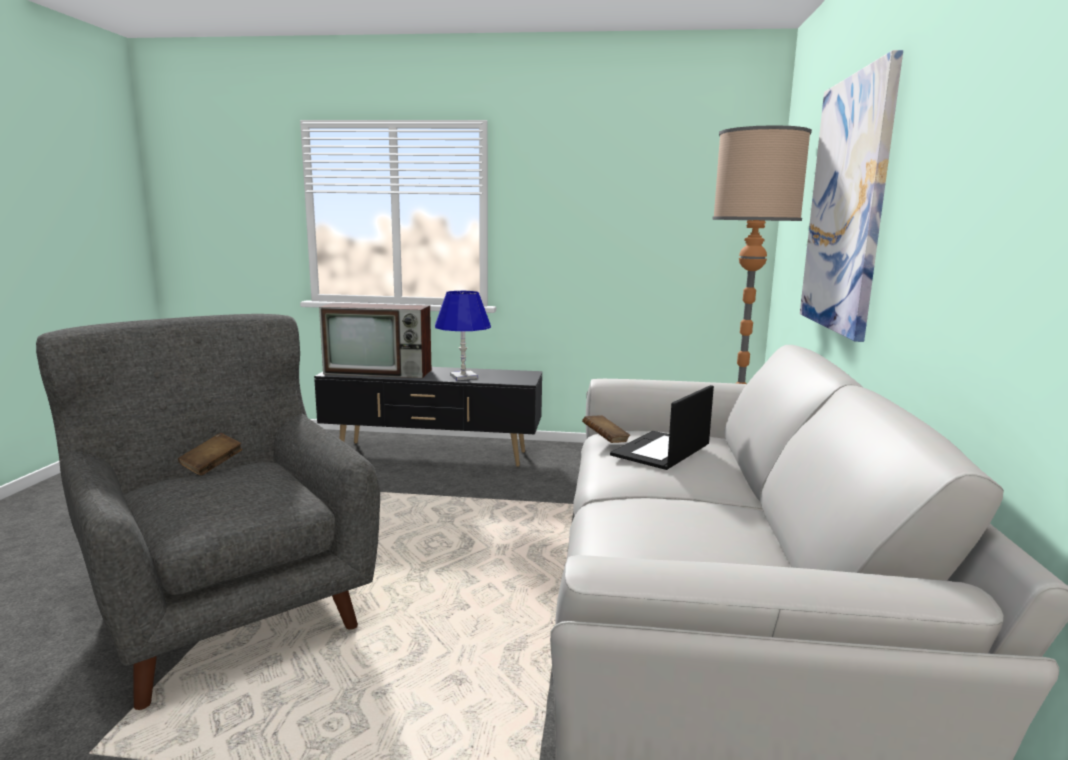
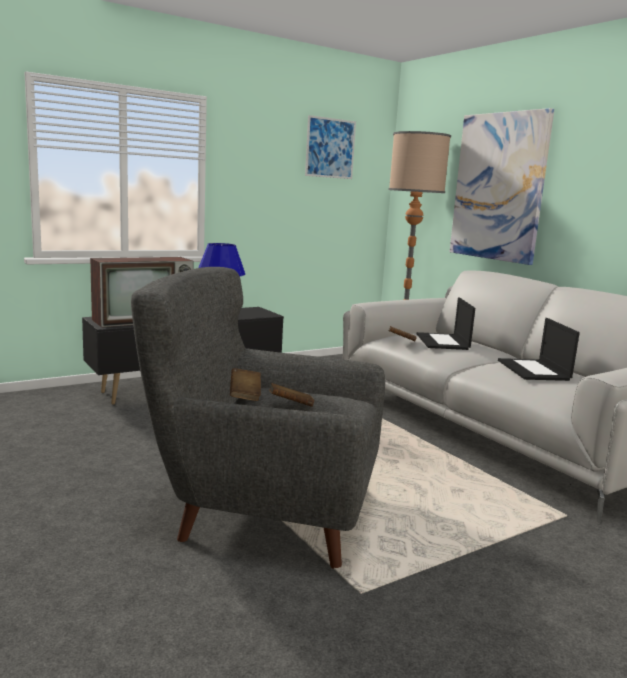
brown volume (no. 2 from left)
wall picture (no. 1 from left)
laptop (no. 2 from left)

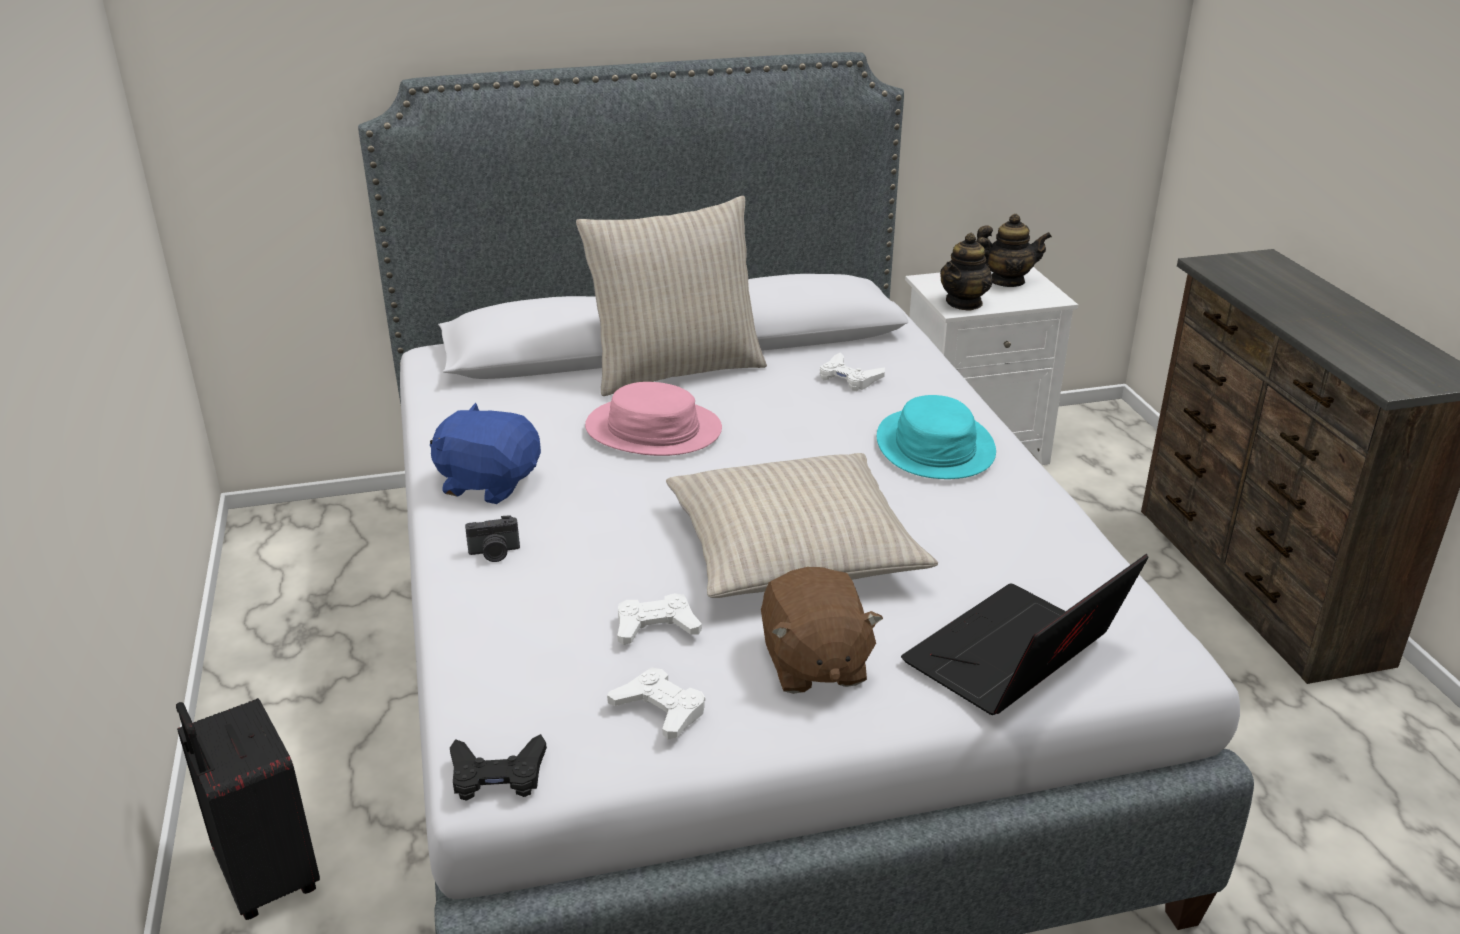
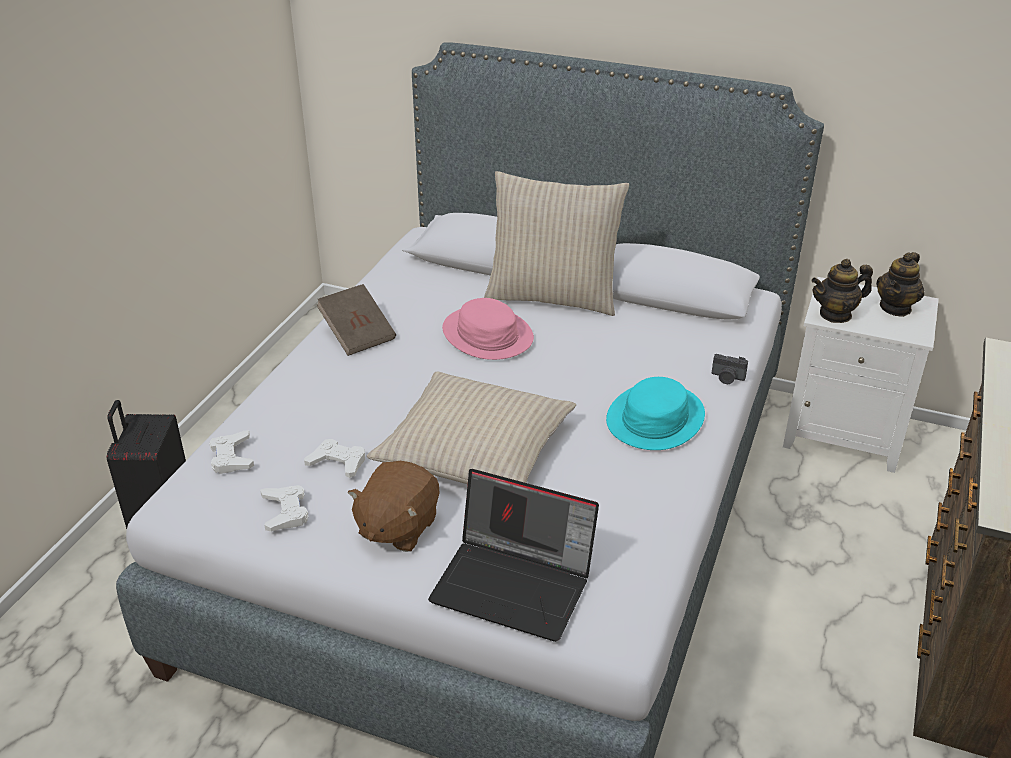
black joypad
still camera
white joypad (no. 1 from left)
brown volume
laptop
tea pot (no. 2 from left)

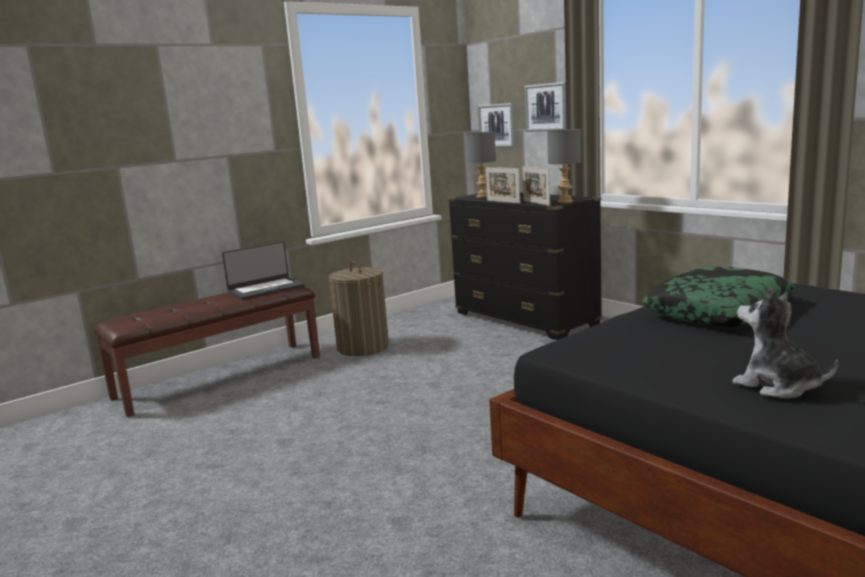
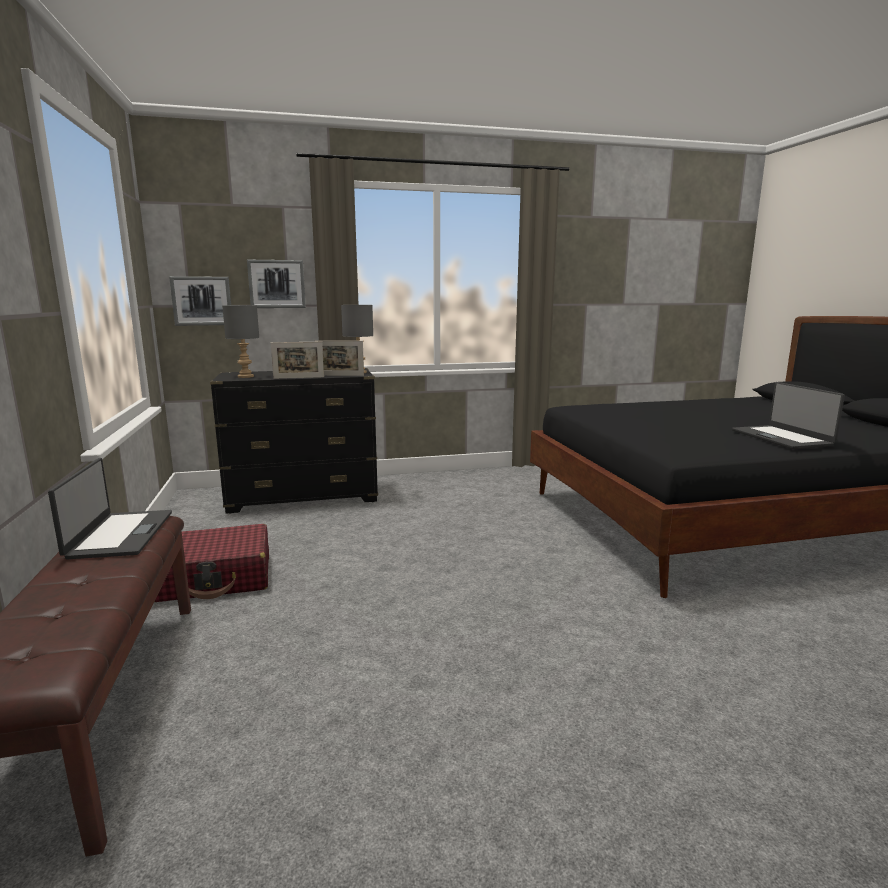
throw pillow
reddish suitcase
laptop (no. 2 from left)

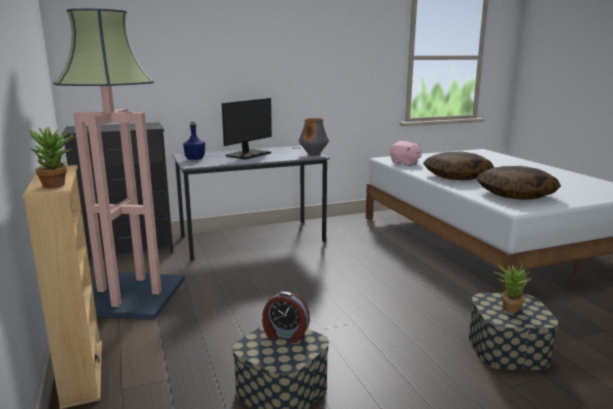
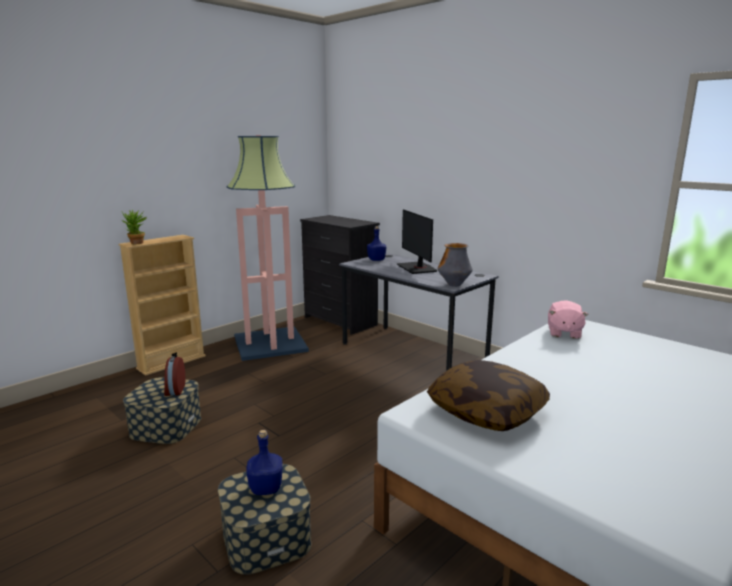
throw pillow (no. 1 from left in the first image)
blue drink bottle (no. 1 from left)
monitor

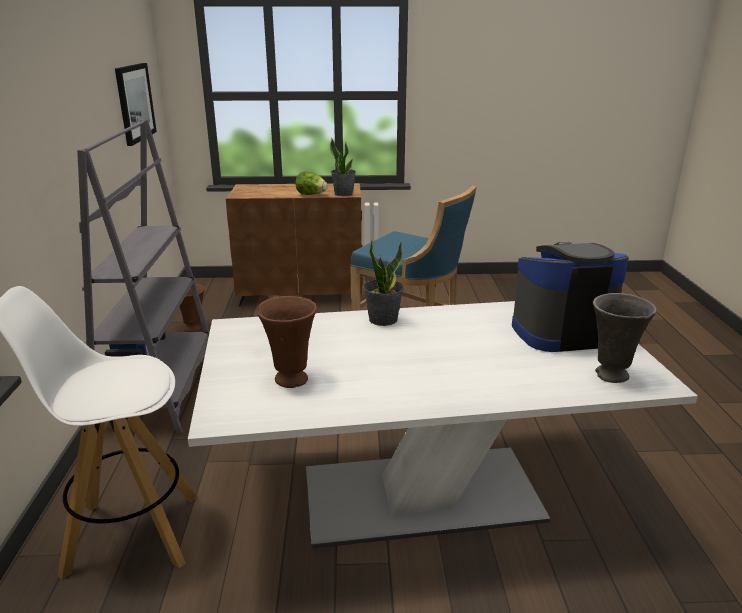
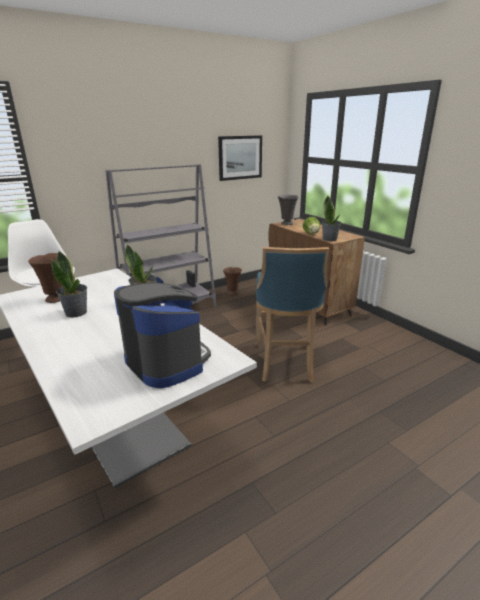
houseplant (no. 1 from left)
gray decorative vase

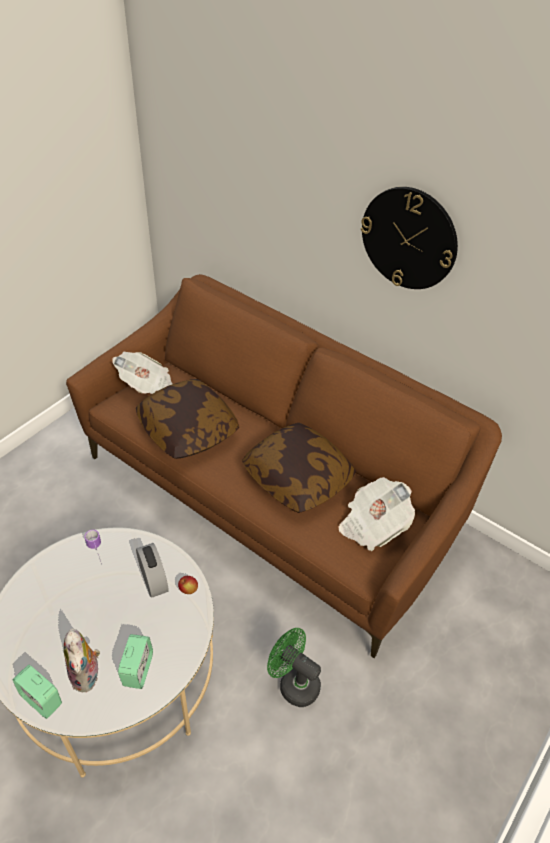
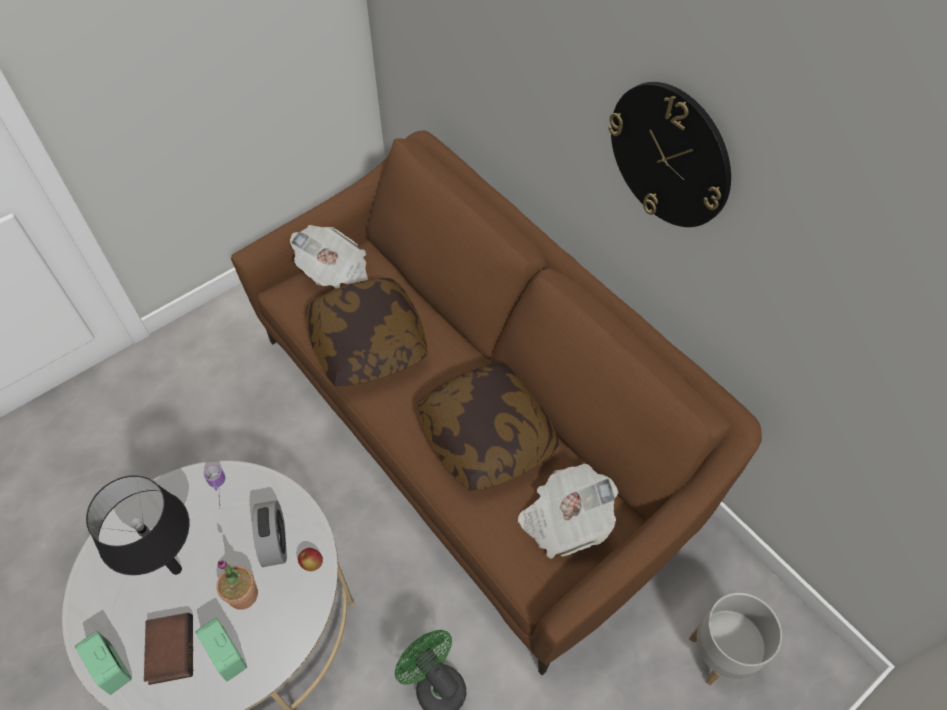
black lamp for a table
houseplant
gray planter
volume
bedside clock (no. 2 from left)

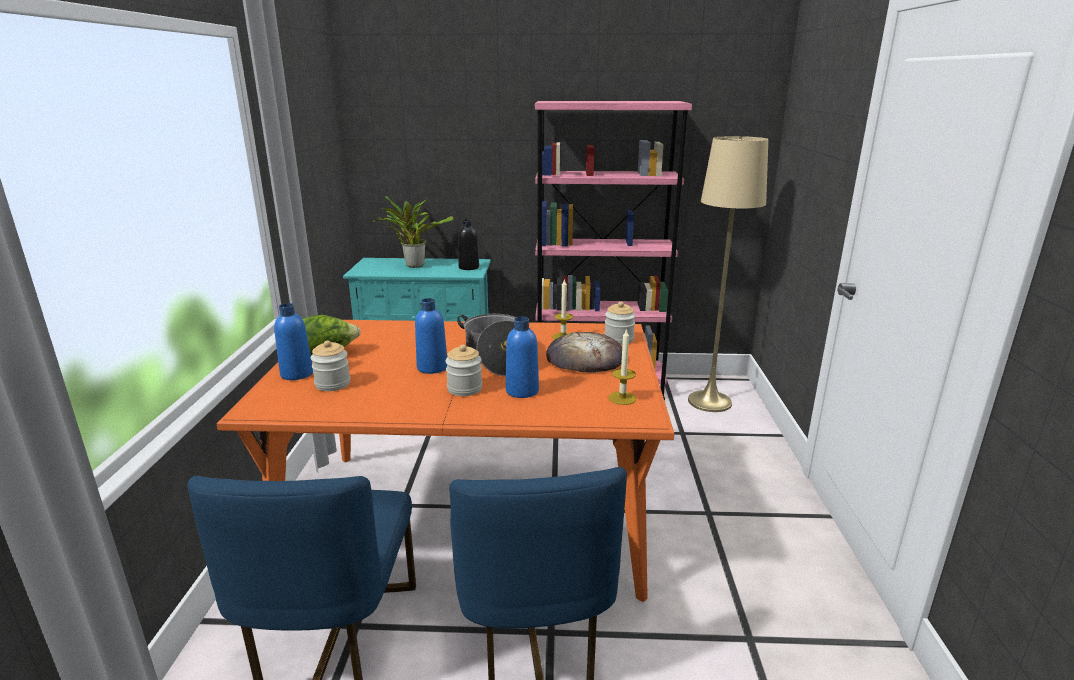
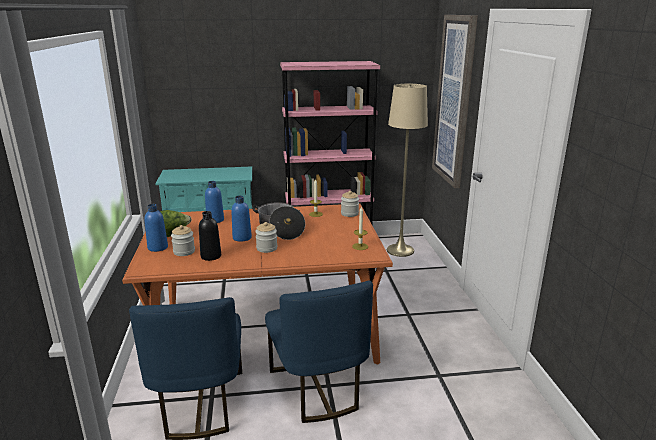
houseplant
bread
wall picture
black drink bottle
blue drink bottle (no. 2 from left)

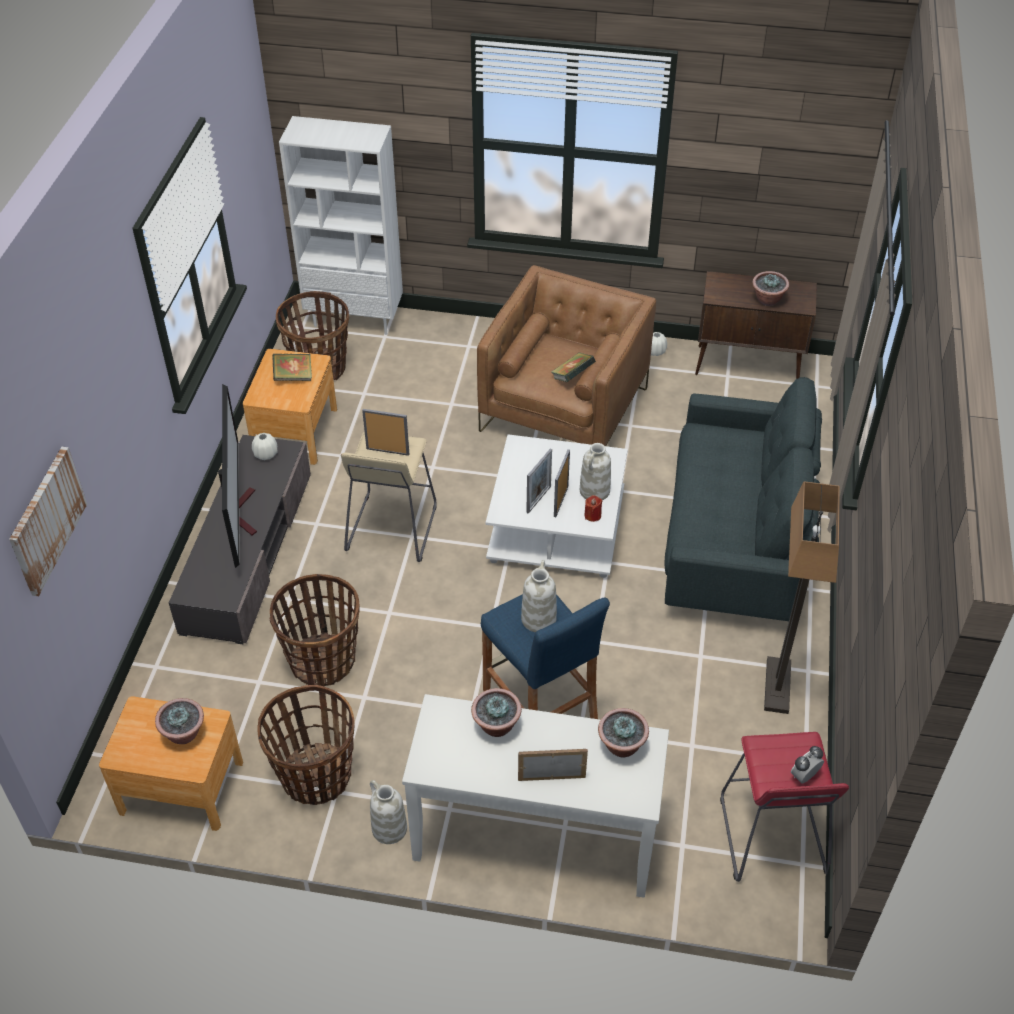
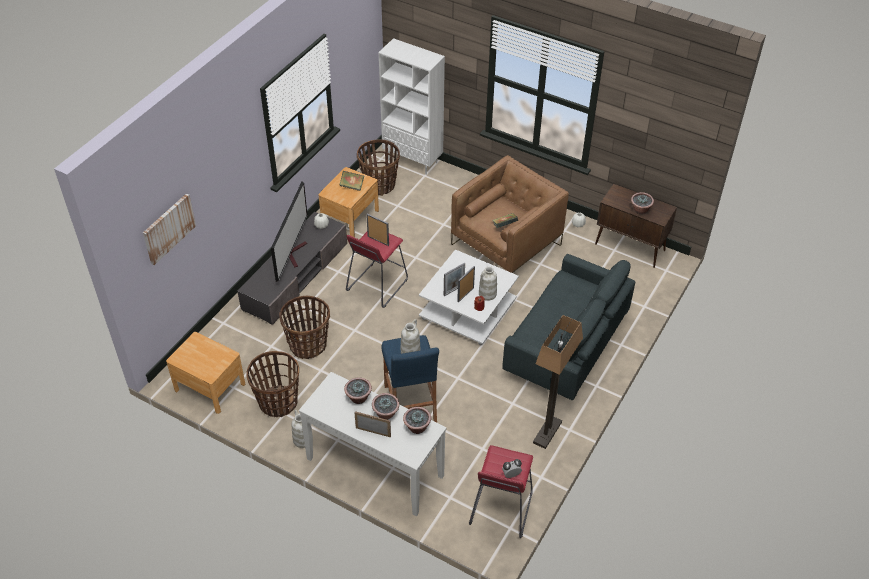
houseplant (no. 2 from left)
reddish stool (no. 1 from left)

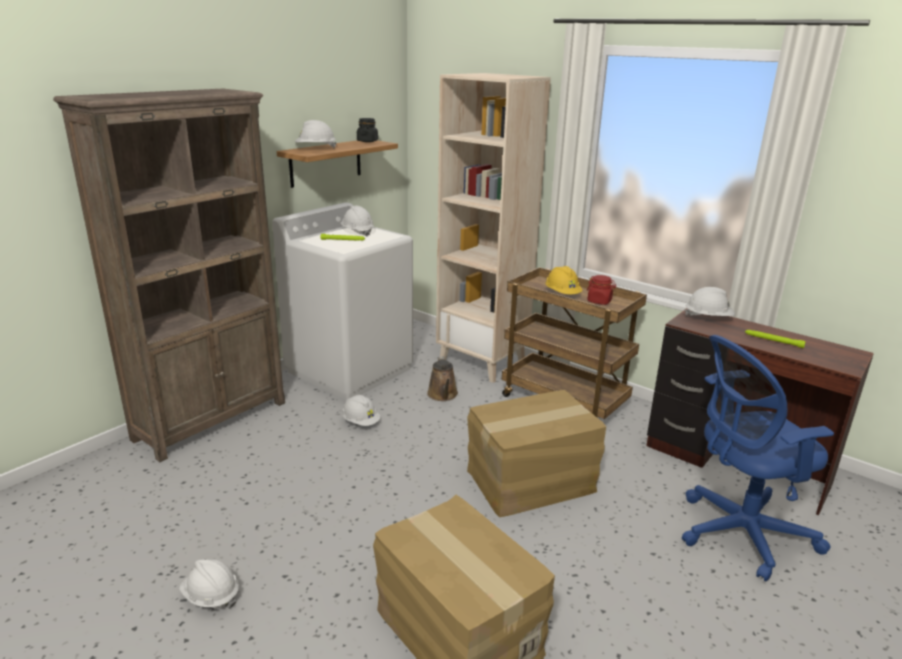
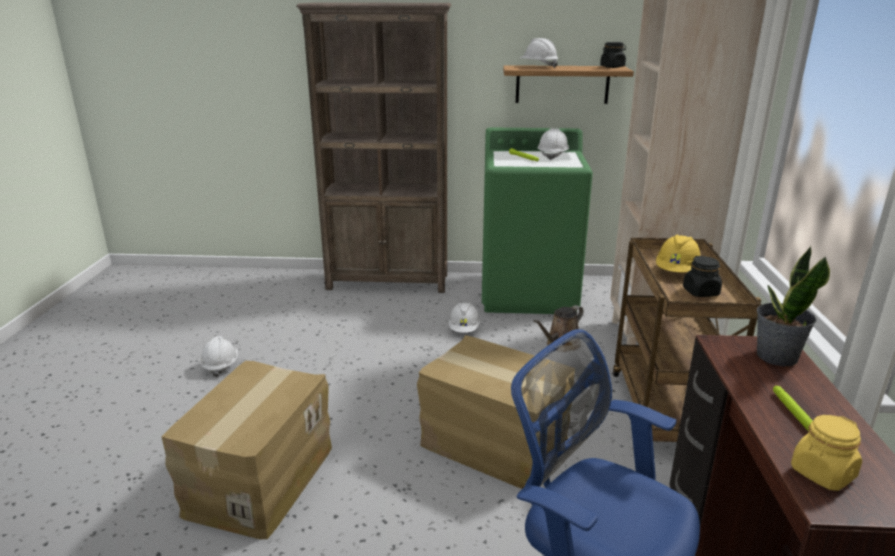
yellow-coloured jar
houseplant
greenish laundry appliance
black jar (no. 2 from left)

